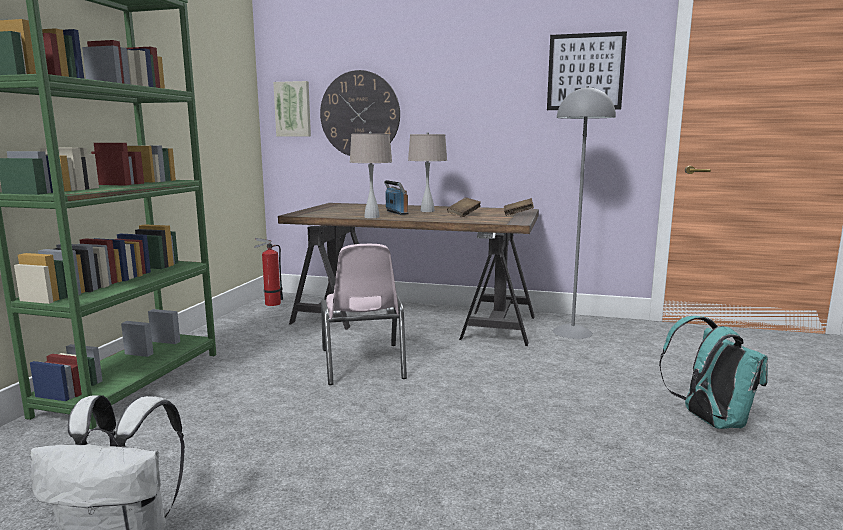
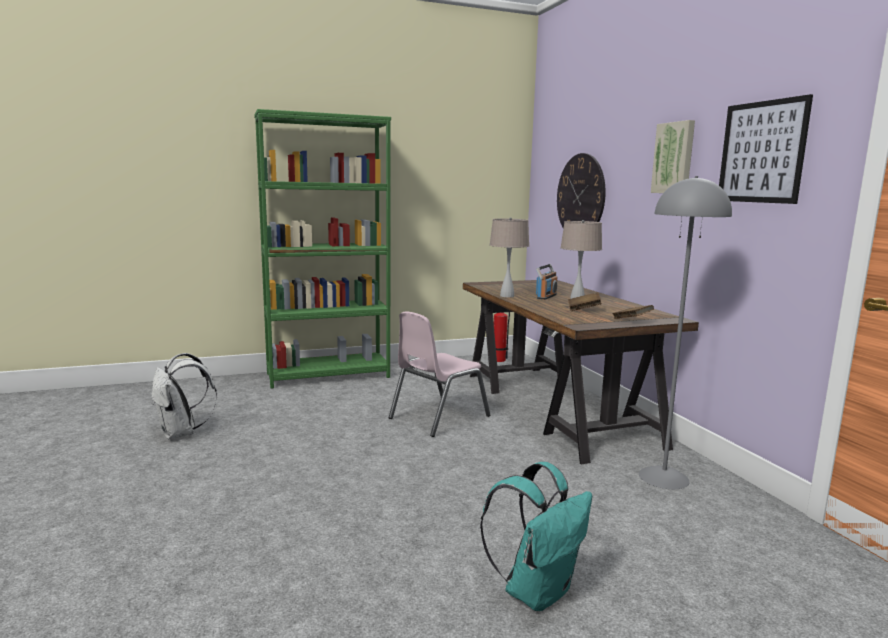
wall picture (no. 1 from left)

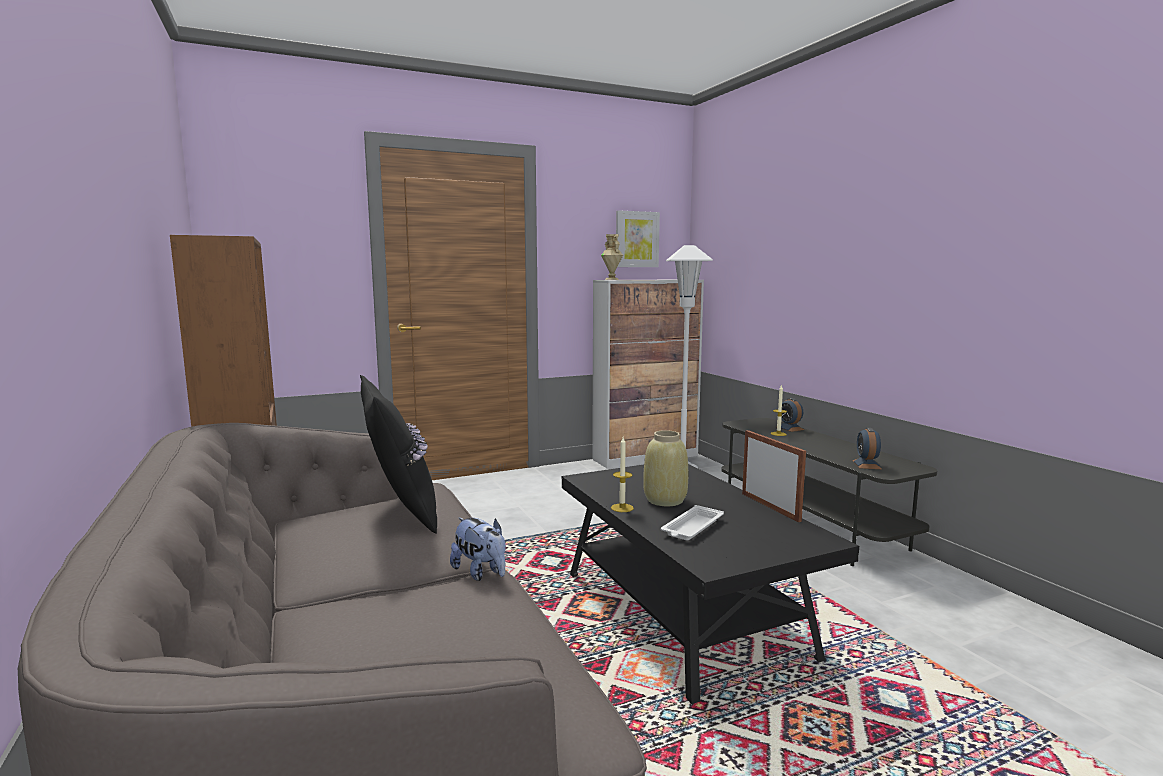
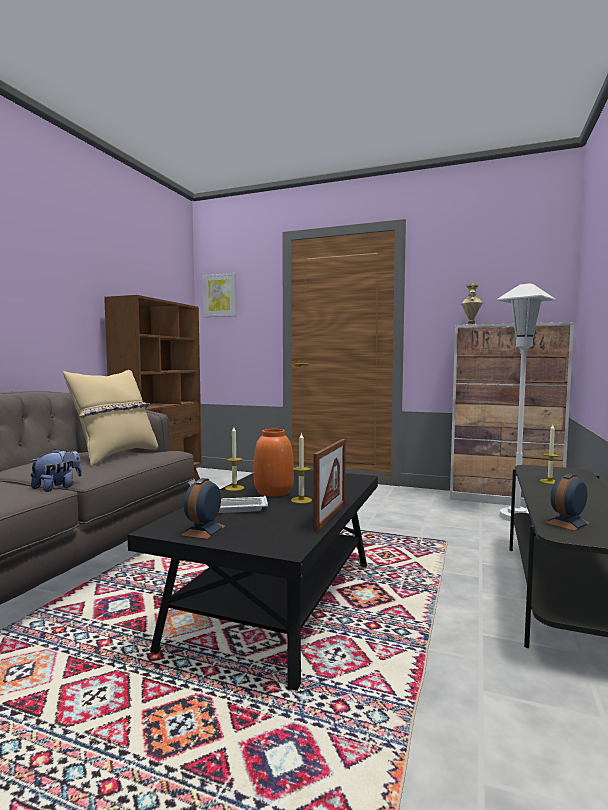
wax light (no. 2 from left)
wall picture
bedside clock (no. 1 from left)
sand-coloured throw pillow
orangey decorative vase
cuddly toy

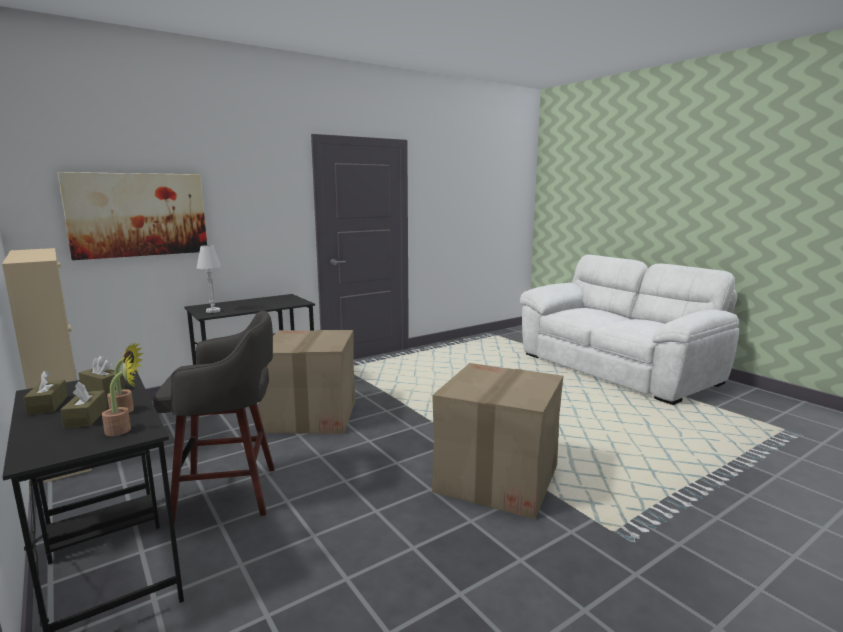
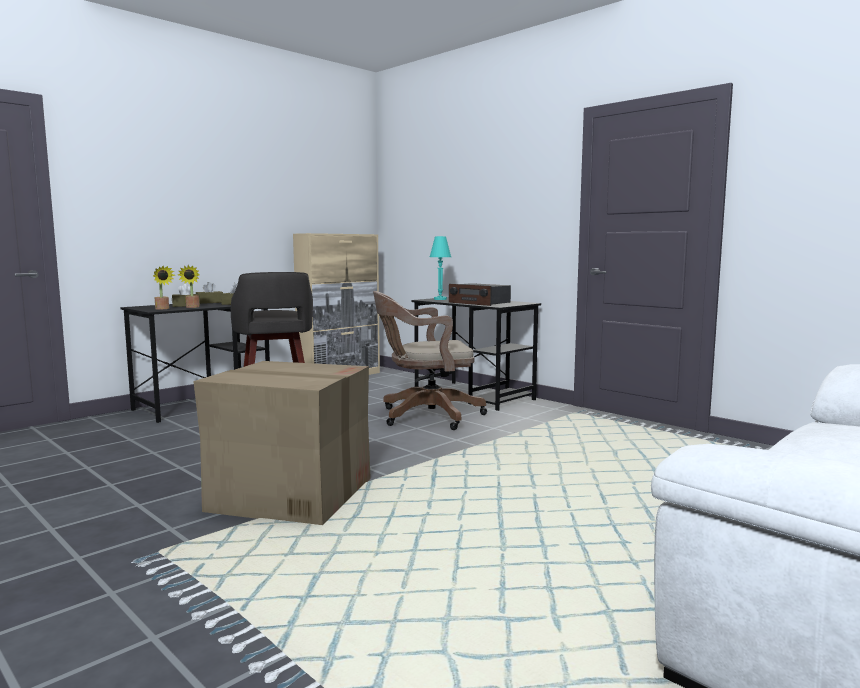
wall picture
radio
brown office chair
turquoise lamp for a table

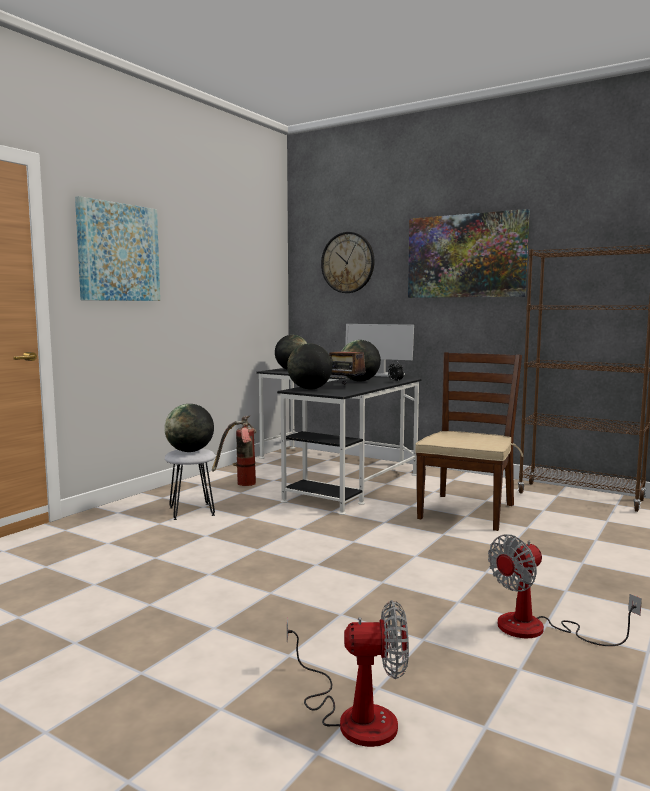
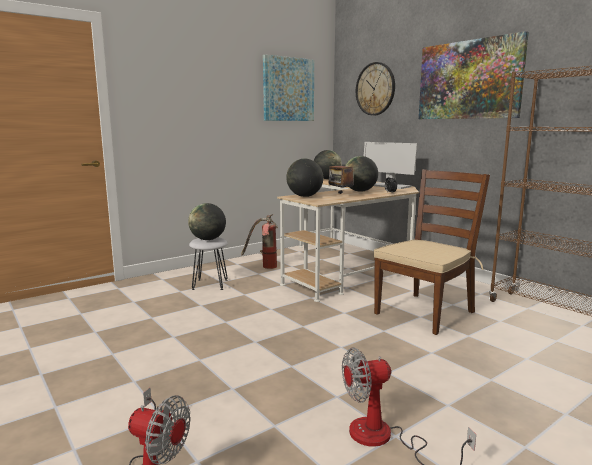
wall picture (no. 1 from left)
sand-coloured desk table

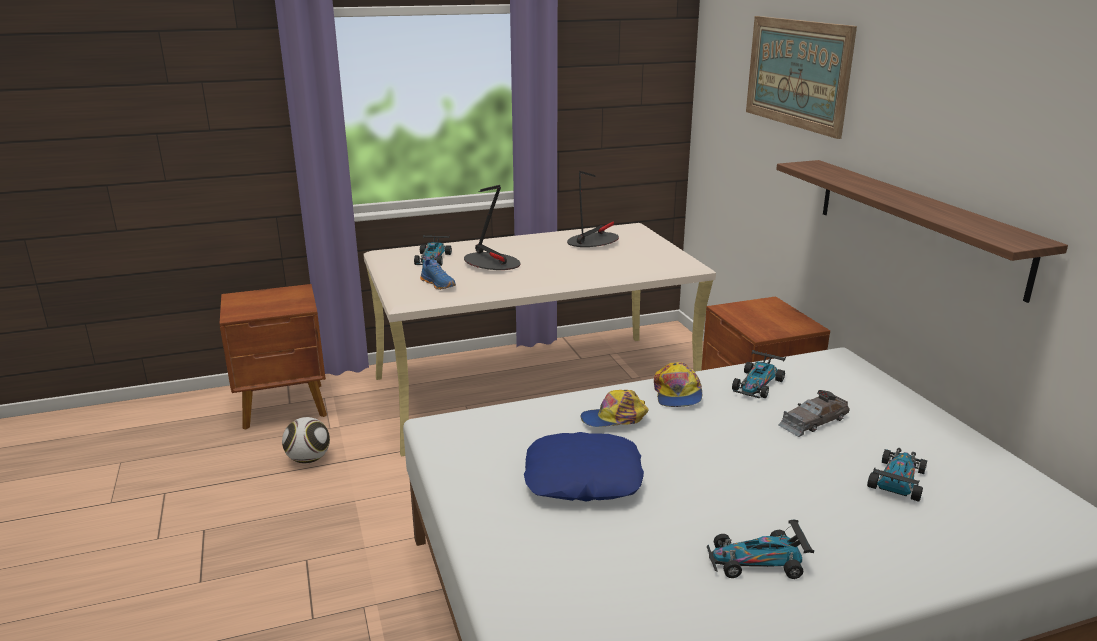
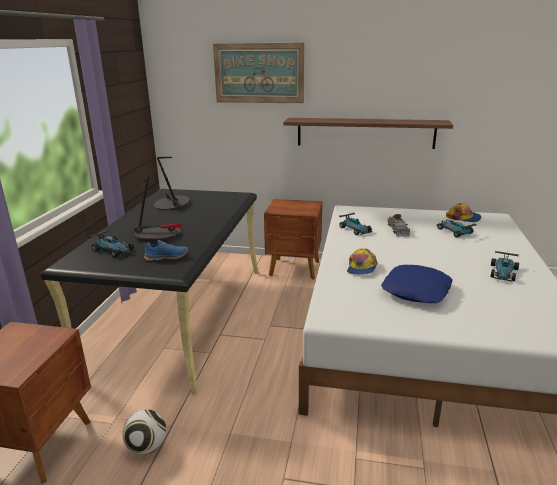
baseball cap (no. 2 from left)
black desk table

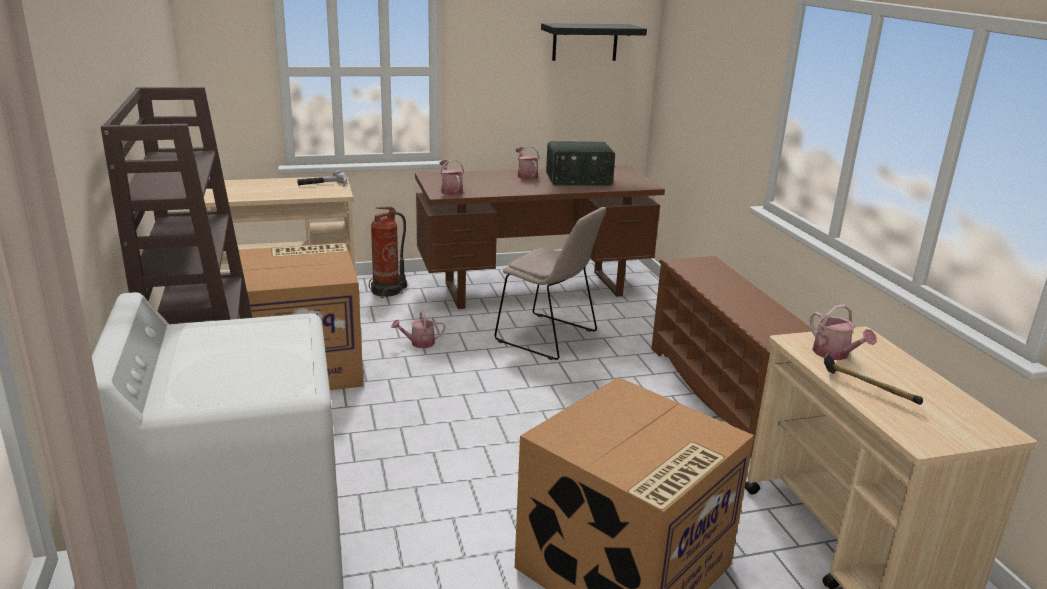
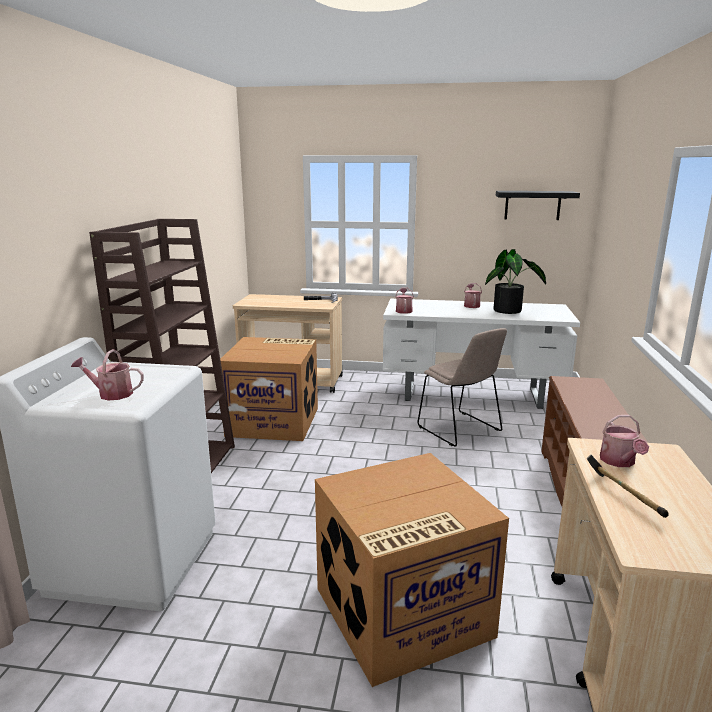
fire-fighting cylinder
watering can (no. 1 from left)
houseplant
white desk table

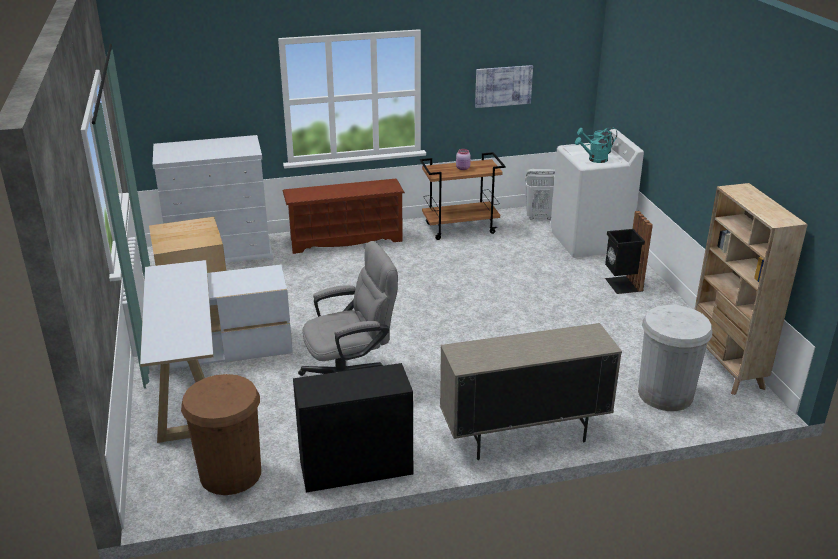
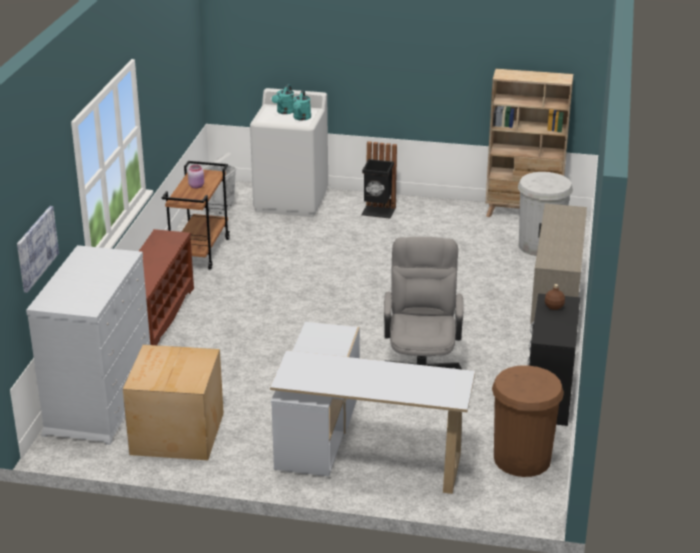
brown drink bottle
wall picture

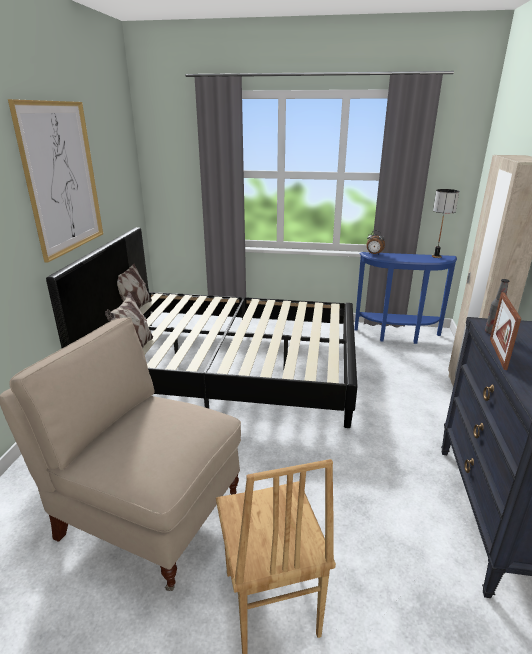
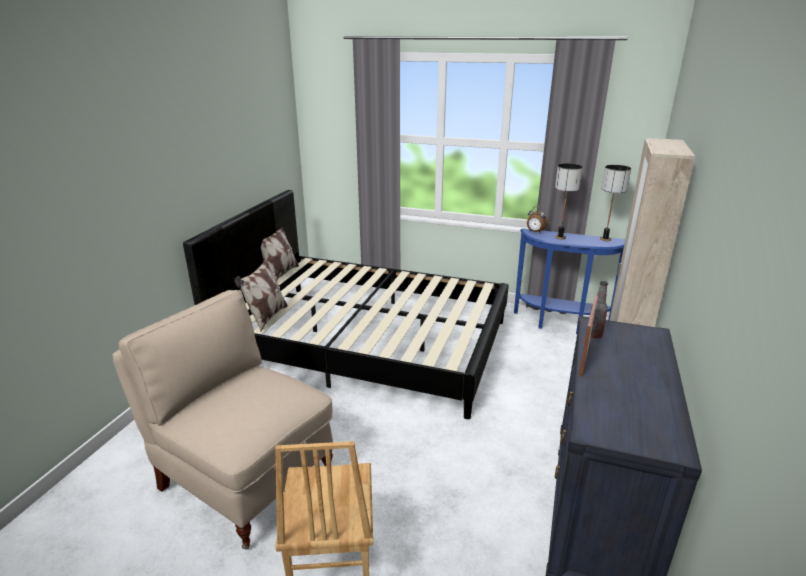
wall picture
lamp for a table (no. 1 from left)

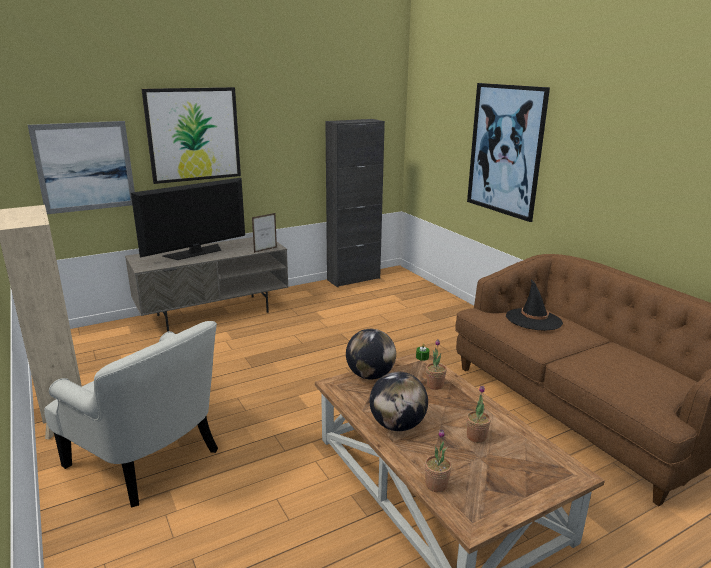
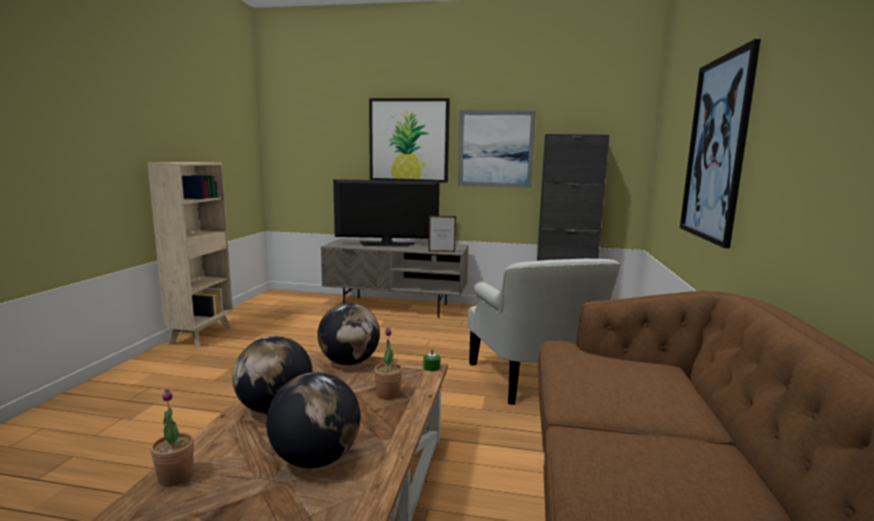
black hat
wall picture (no. 2 from left)
white easy chair
world globe (no. 2 from left)

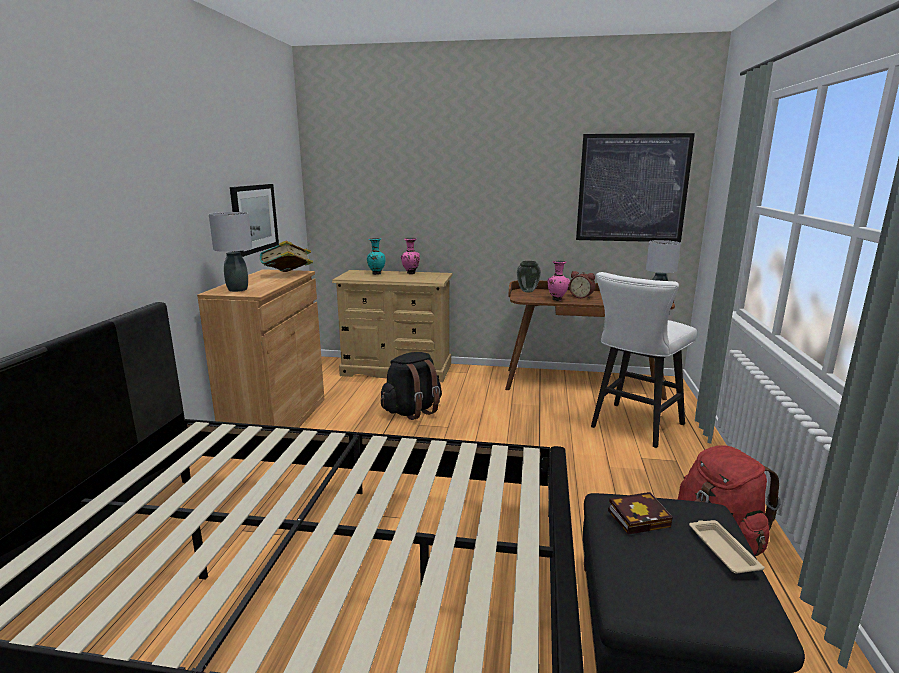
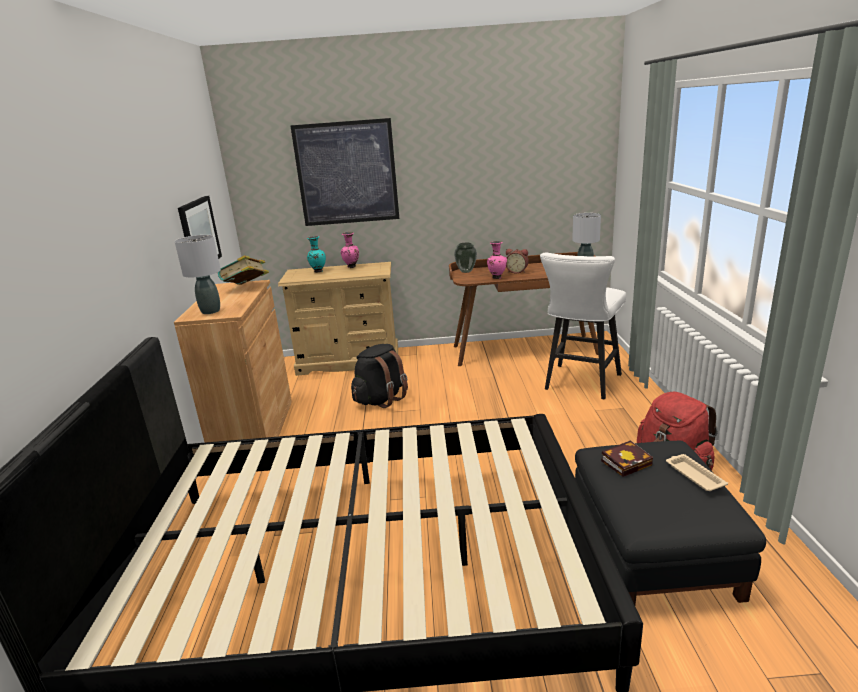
wall picture (no. 2 from left)

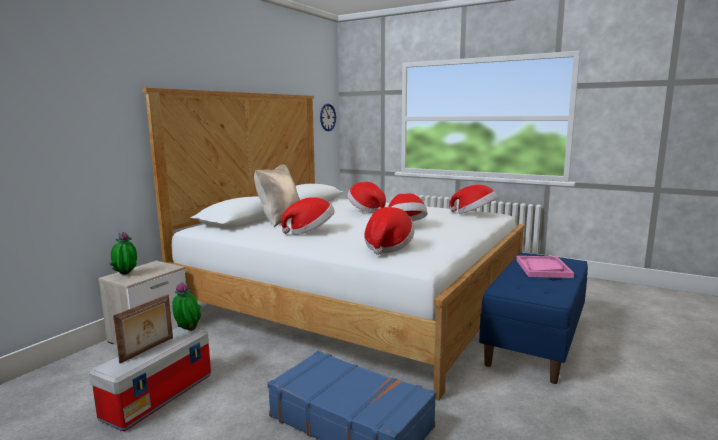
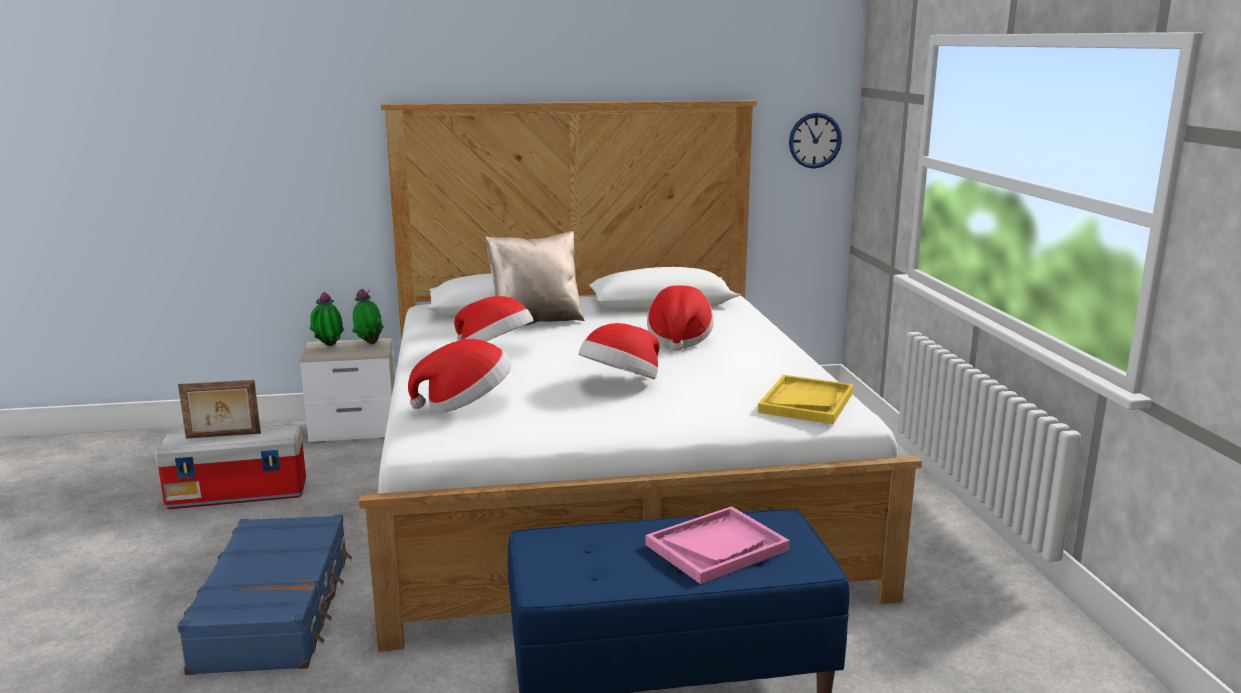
houseplant (no. 2 from left)
yellow-coloured tray

